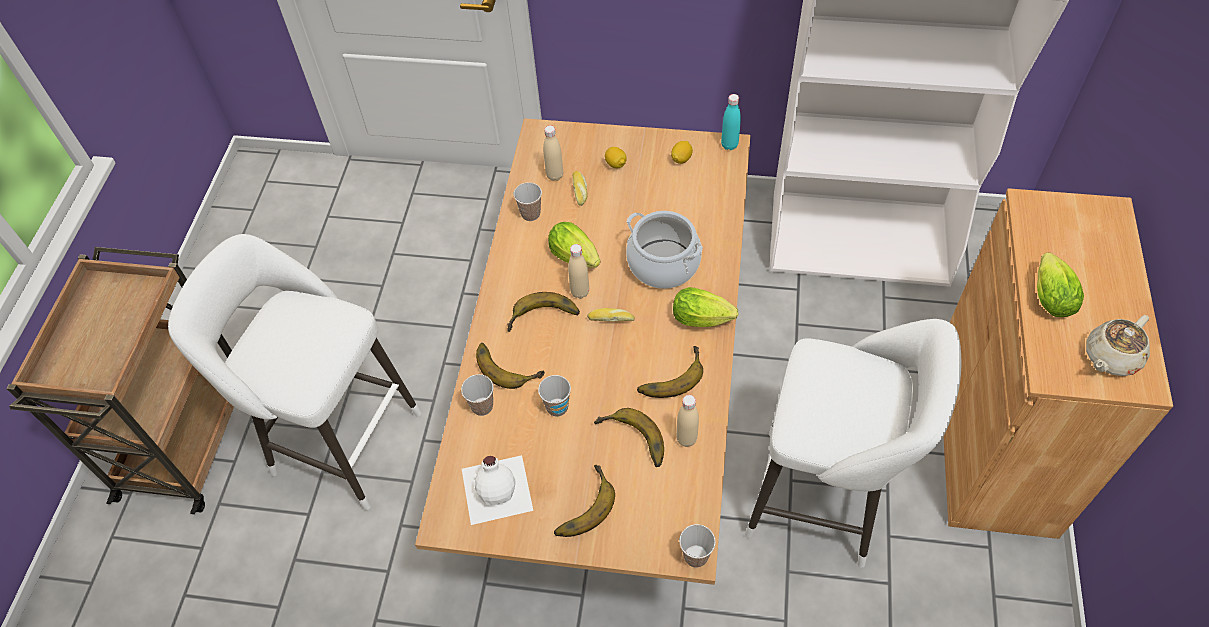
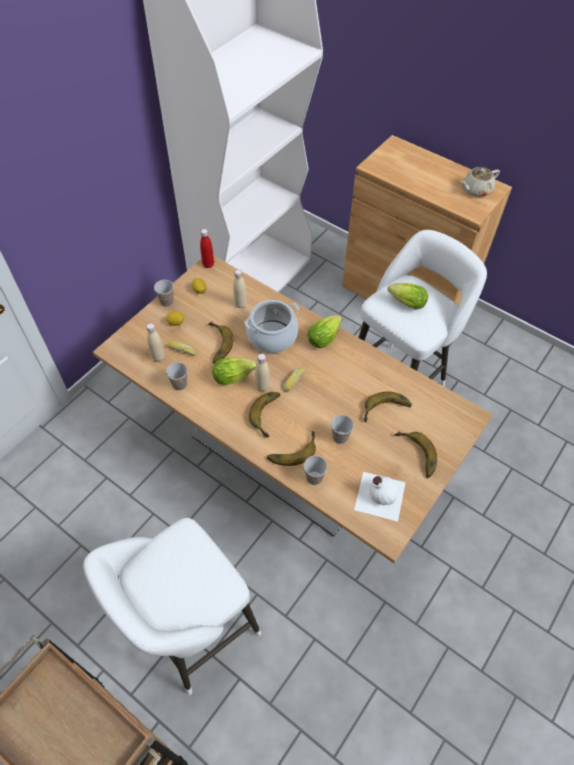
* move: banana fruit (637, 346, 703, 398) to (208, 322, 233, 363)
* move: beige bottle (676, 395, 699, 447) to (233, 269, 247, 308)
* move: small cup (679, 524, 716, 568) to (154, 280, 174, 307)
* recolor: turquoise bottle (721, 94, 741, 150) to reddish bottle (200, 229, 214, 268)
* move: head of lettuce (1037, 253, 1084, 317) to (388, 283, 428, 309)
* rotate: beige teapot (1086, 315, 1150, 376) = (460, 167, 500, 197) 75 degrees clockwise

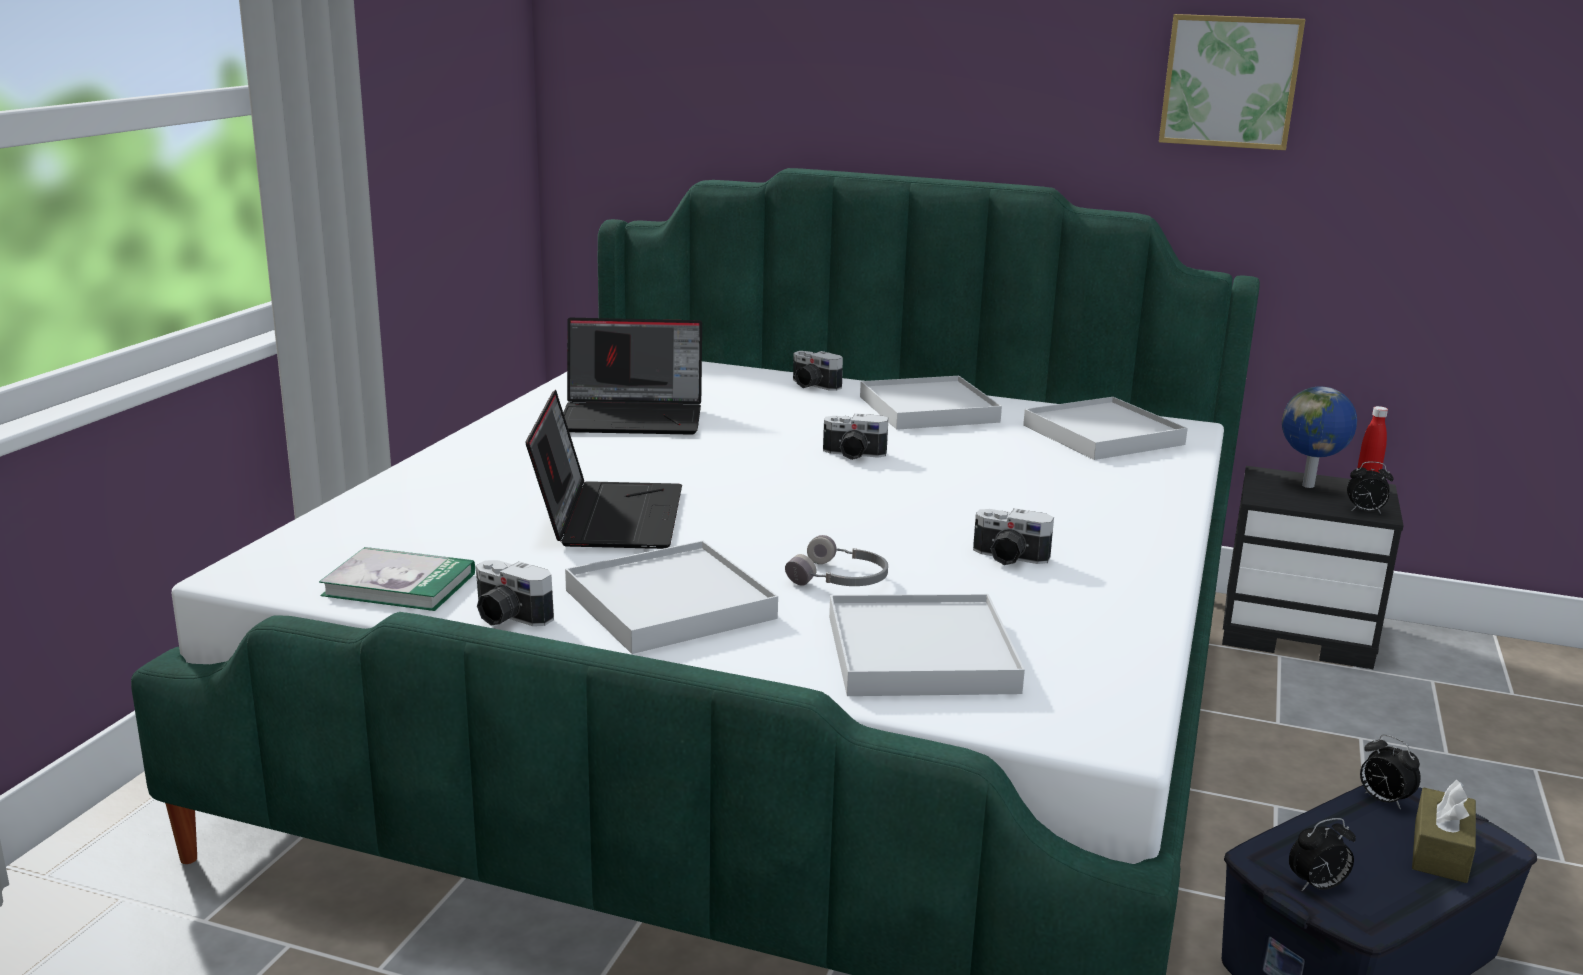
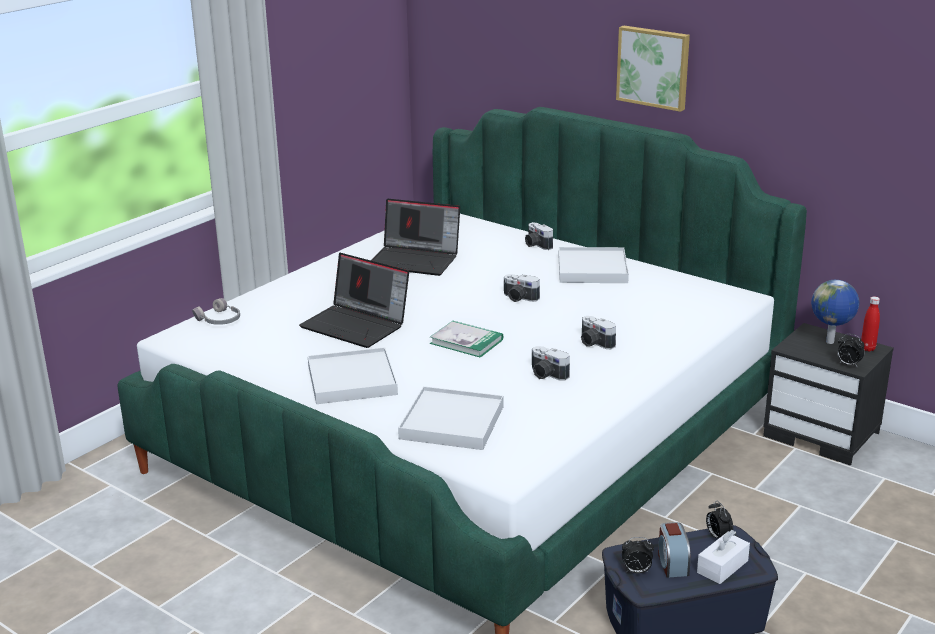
* move: book (319, 547, 475, 611) to (430, 321, 503, 358)
* move: photo camera (476, 560, 554, 626) to (581, 316, 616, 349)
* rotate: portable computer (525, 390, 682, 549) = (299, 253, 409, 348) 105 degrees clockwise
* move: greyish headphones (785, 535, 888, 586) to (192, 298, 240, 325)
* delete: white carrying tray (1023, 397, 1188, 460)
* move: wall picture (1159, 14, 1305, 150) to (616, 26, 690, 112)
* recolor: brown tissue holder (1412, 780, 1476, 883) to white tissue holder (697, 530, 750, 584)
* insert: bedside clock (658, 522, 691, 578)

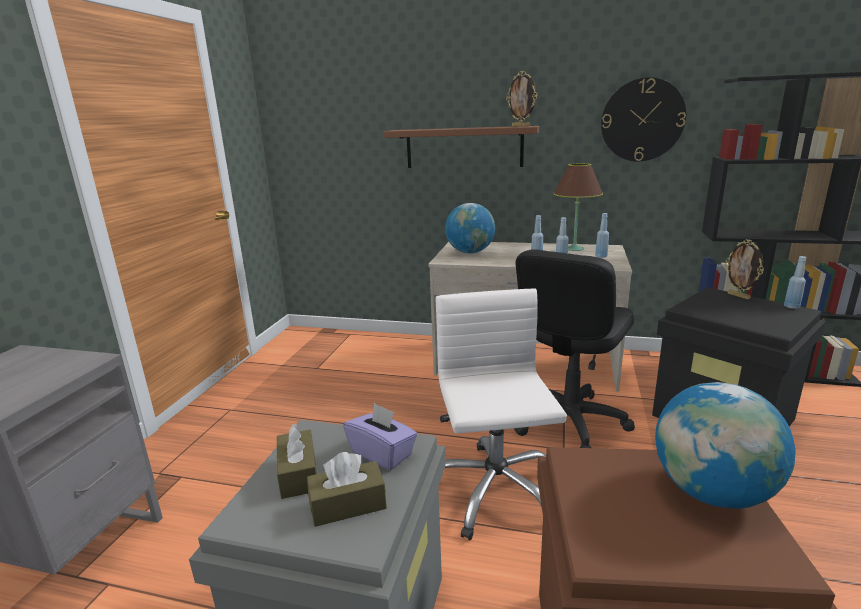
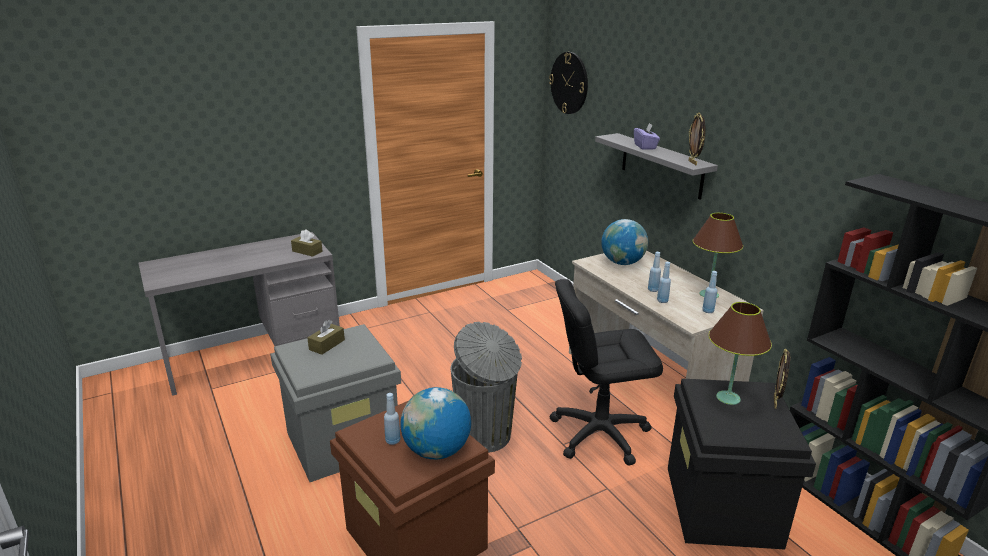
* move: brown tissue holder (307, 452, 387, 527) to (291, 229, 323, 257)
* move: purple-coloured tissue holder (343, 403, 417, 470) to (634, 123, 660, 150)
* recolor: brown shelf (383, 126, 539, 168) to greyish shelf (595, 133, 718, 199)
* replace: white desk chair (436, 289, 567, 540) to greyish rubbish bin (451, 322, 522, 453)
* move: clock on the wall (601, 77, 686, 161) to (549, 52, 588, 114)
* move: blue bottle (784, 256, 807, 309) to (384, 393, 400, 445)
* insert: brown table lamp (709, 302, 772, 405)

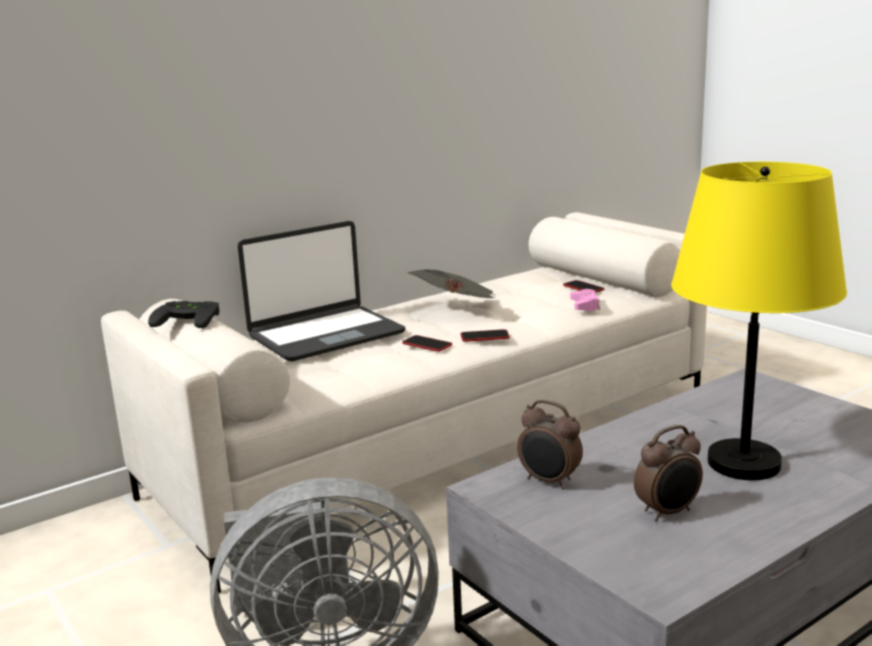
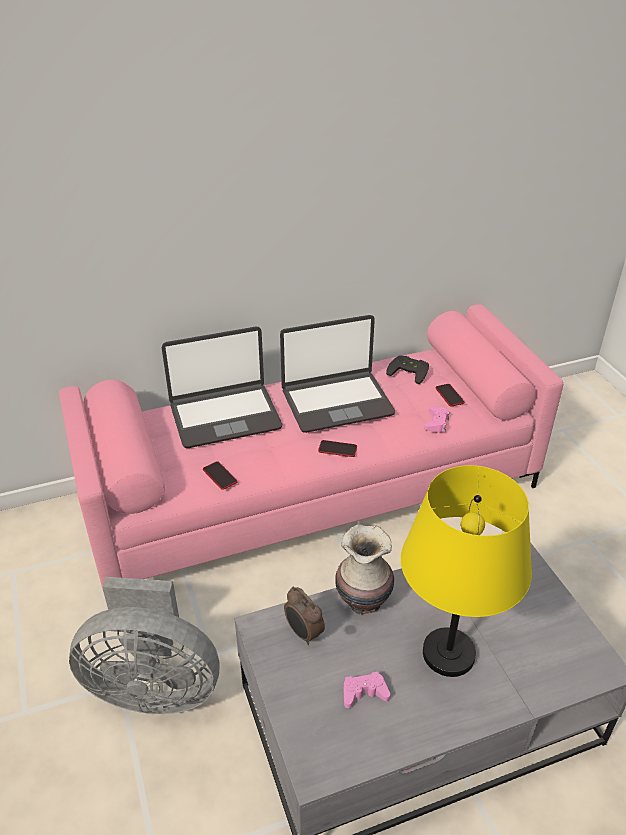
* recolor: white settee (101, 212, 707, 593) to pinkish settee (59, 304, 563, 586)
* move: blackish gamepad (148, 301, 220, 328) to (386, 355, 429, 384)
* move: handset (402, 335, 452, 352) to (203, 461, 238, 490)
* replace: daily paper (407, 269, 496, 298) to portable computer (280, 315, 395, 433)
* replace: bedside clock (634, 425, 703, 522) to pinkish gamepad (343, 672, 390, 708)
* insert: flower vase (335, 524, 394, 615)

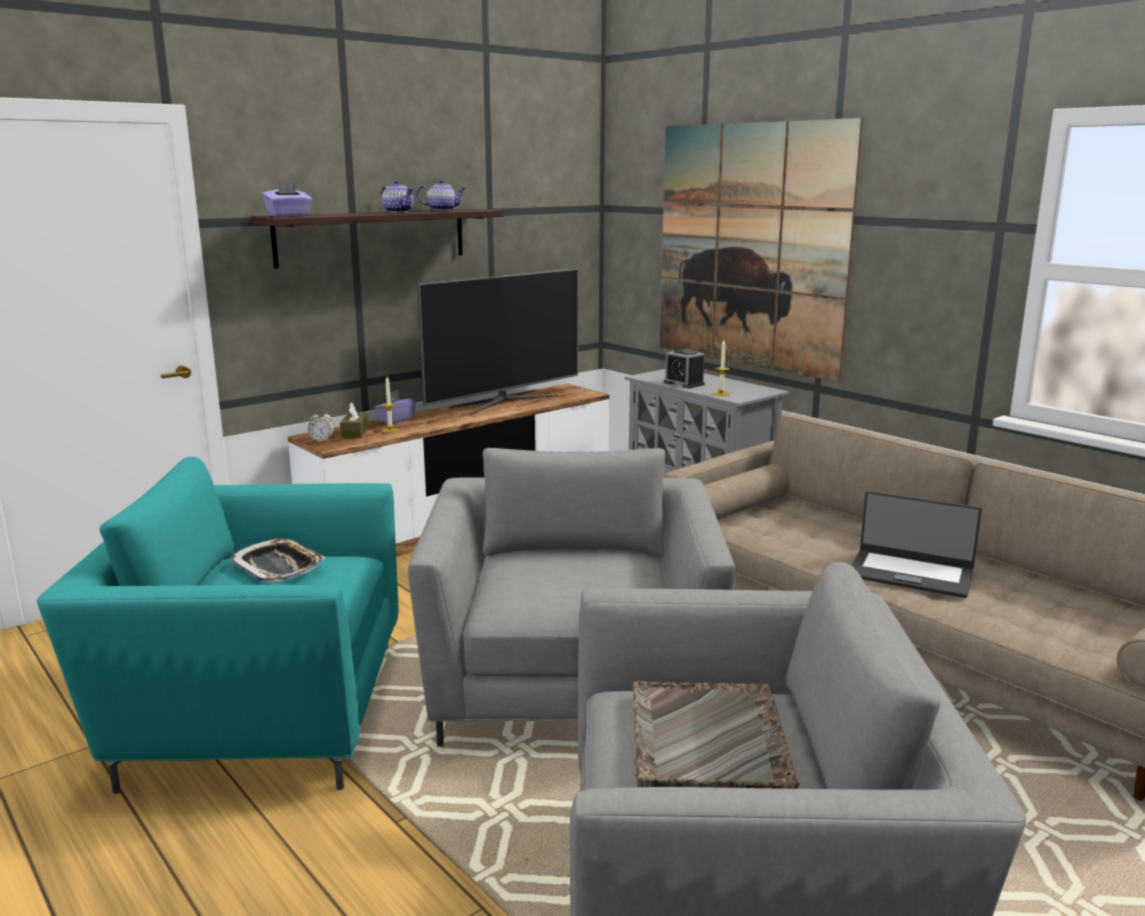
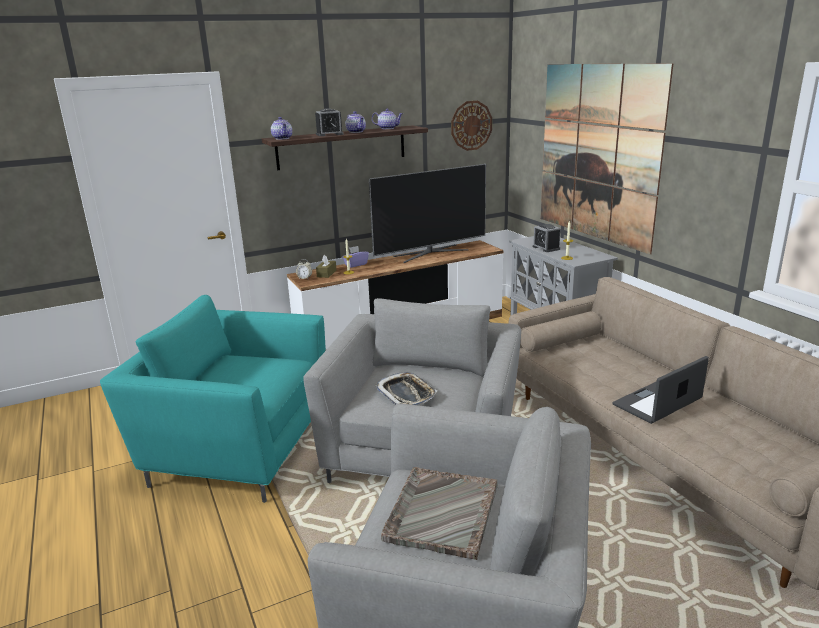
* move: carrying tray (229, 538, 325, 583) to (375, 372, 437, 405)
* replace: purple-coloured tissue holder (262, 182, 312, 217) to teapot (271, 117, 292, 140)
* rotate: portable computer (852, 491, 982, 598) = (613, 356, 709, 424) 105 degrees clockwise
* insert: bedside clock (315, 108, 344, 136)
* insert: clock on the wall (451, 100, 492, 151)

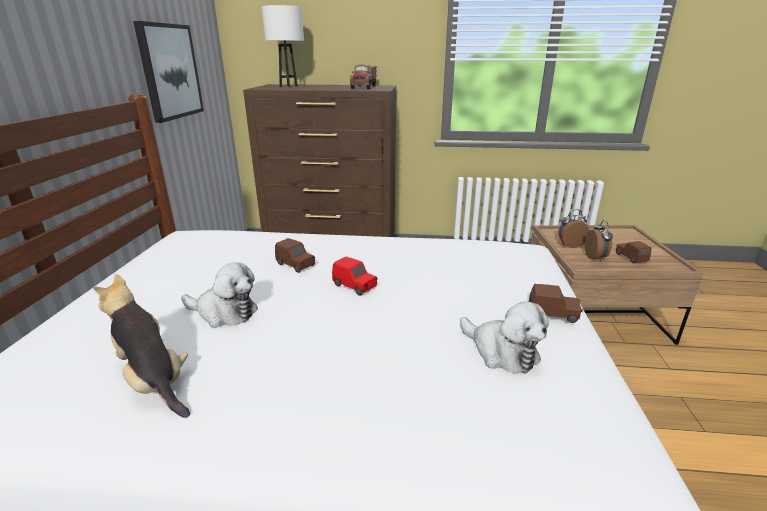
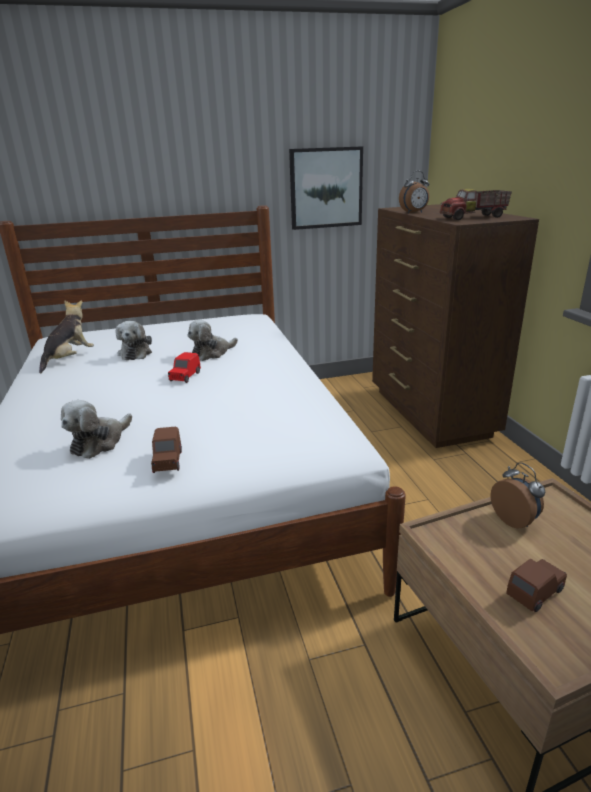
* delete: white table lamp (262, 5, 304, 87)
* replace: brown model car (275, 238, 315, 273) to soft toy (188, 320, 238, 361)
* move: bedside clock (585, 220, 613, 261) to (399, 171, 429, 213)

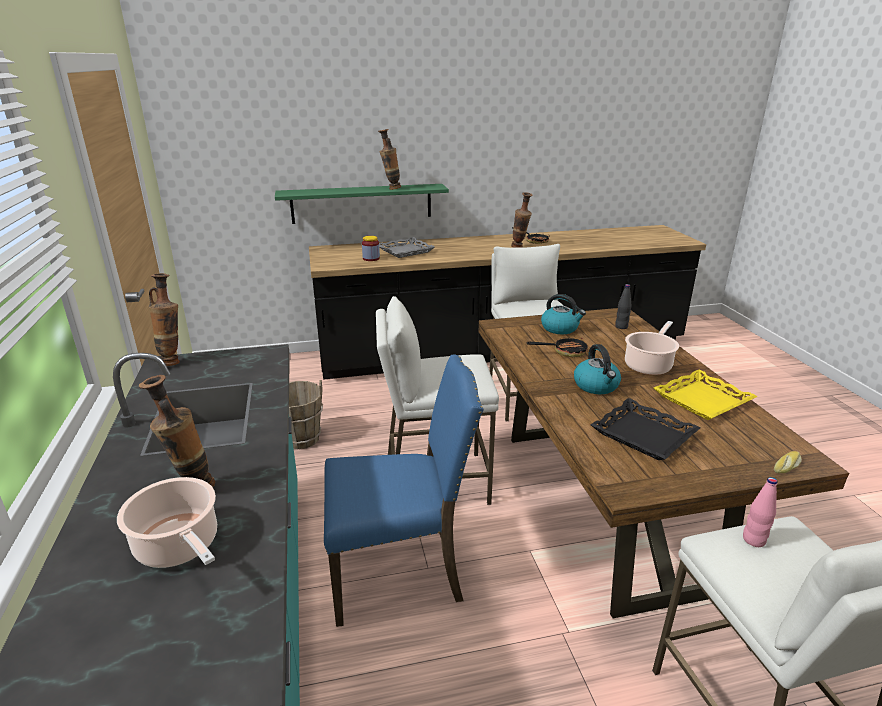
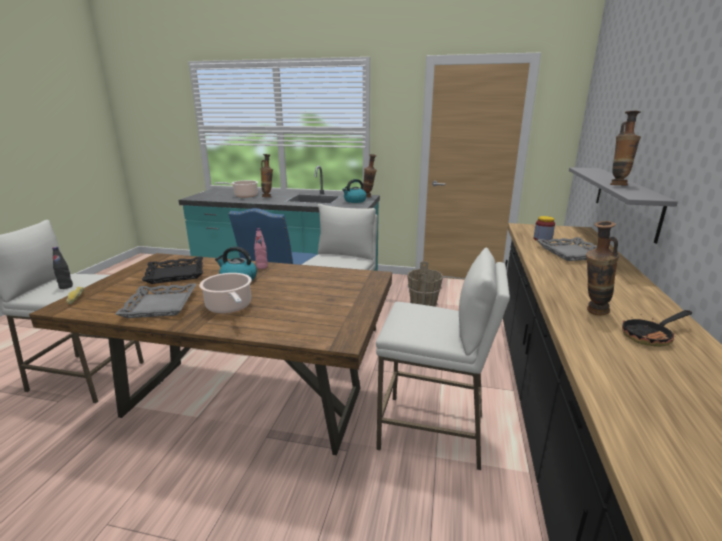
* recolor: green-coloured shelf (275, 184, 449, 224) to greyish shelf (569, 167, 678, 244)
* delete: skillet (527, 337, 588, 357)
* move: water kettle (541, 294, 586, 334) to (342, 179, 367, 203)
* move: blackish bottle (615, 284, 632, 329) to (52, 247, 73, 289)
* recolor: yellow carrying tray (654, 370, 757, 420) to greyish carrying tray (115, 283, 197, 318)
* move: pinkish bottle (743, 477, 778, 547) to (254, 228, 268, 269)

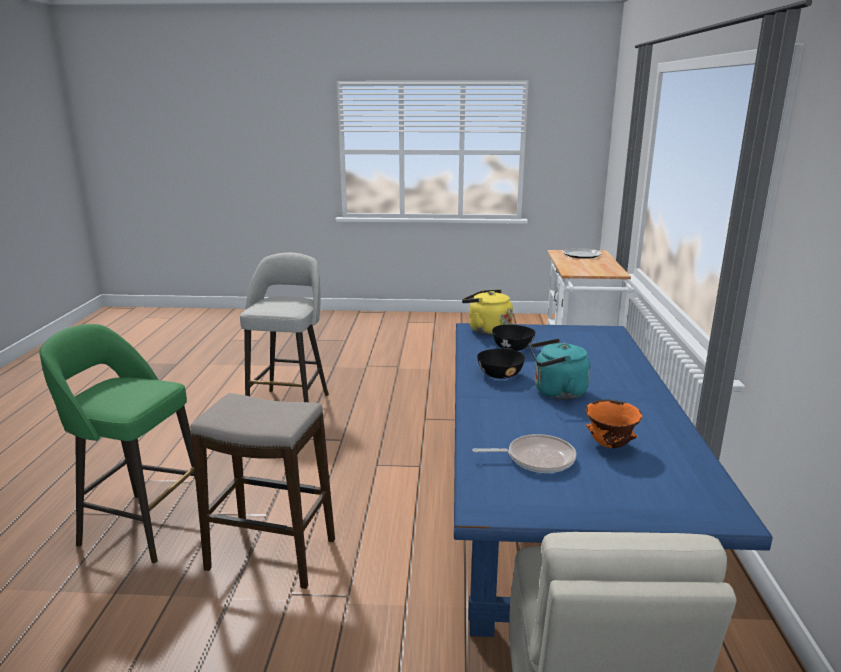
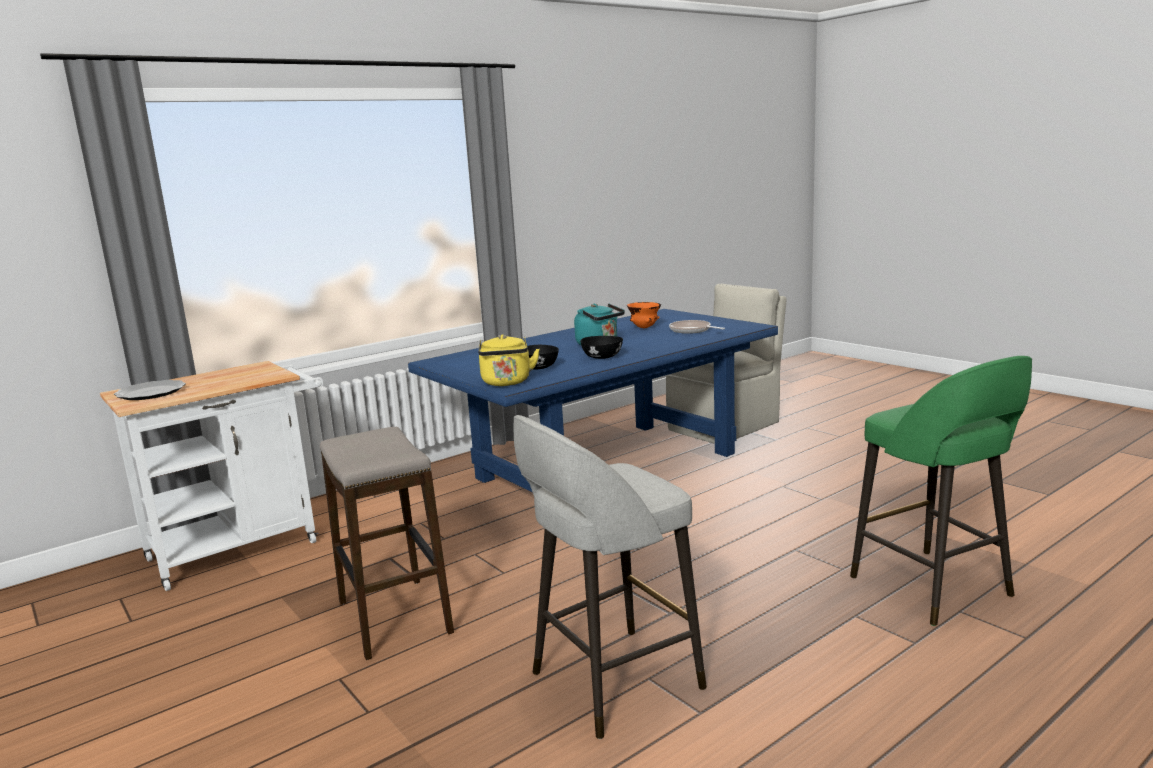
* move: sitting stool (191, 393, 335, 589) to (320, 426, 454, 660)

